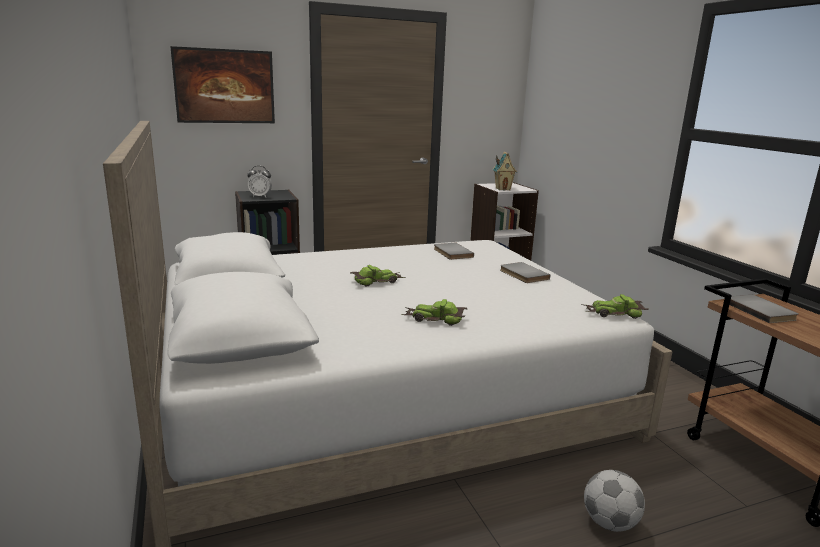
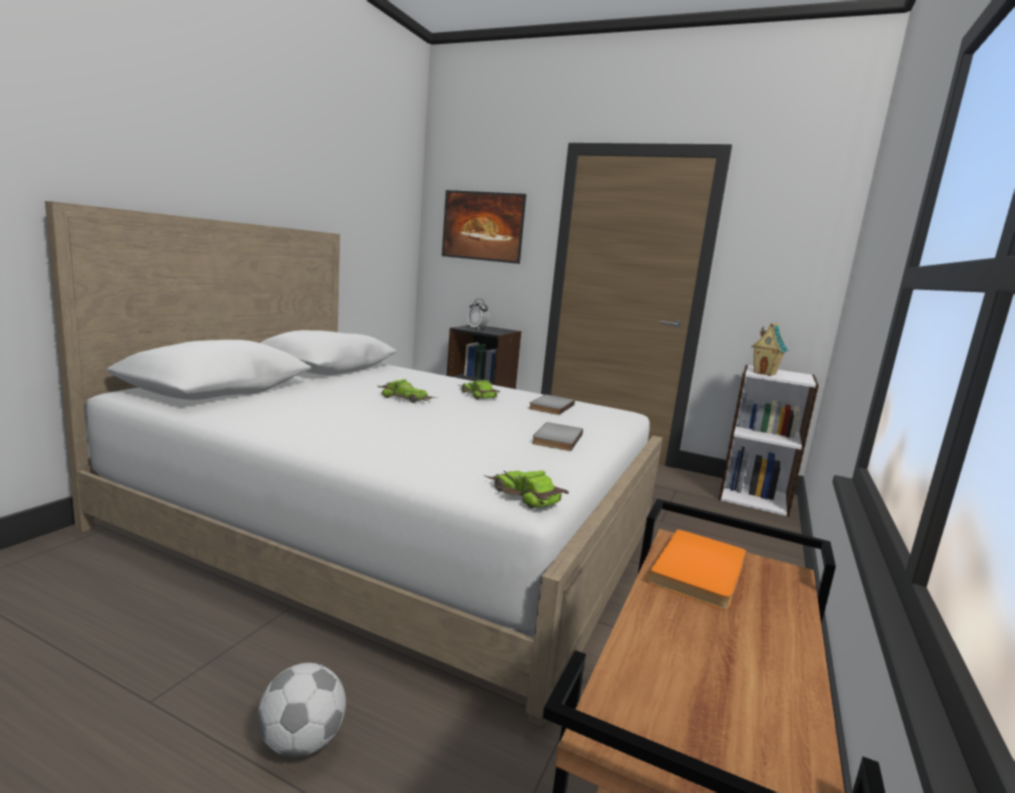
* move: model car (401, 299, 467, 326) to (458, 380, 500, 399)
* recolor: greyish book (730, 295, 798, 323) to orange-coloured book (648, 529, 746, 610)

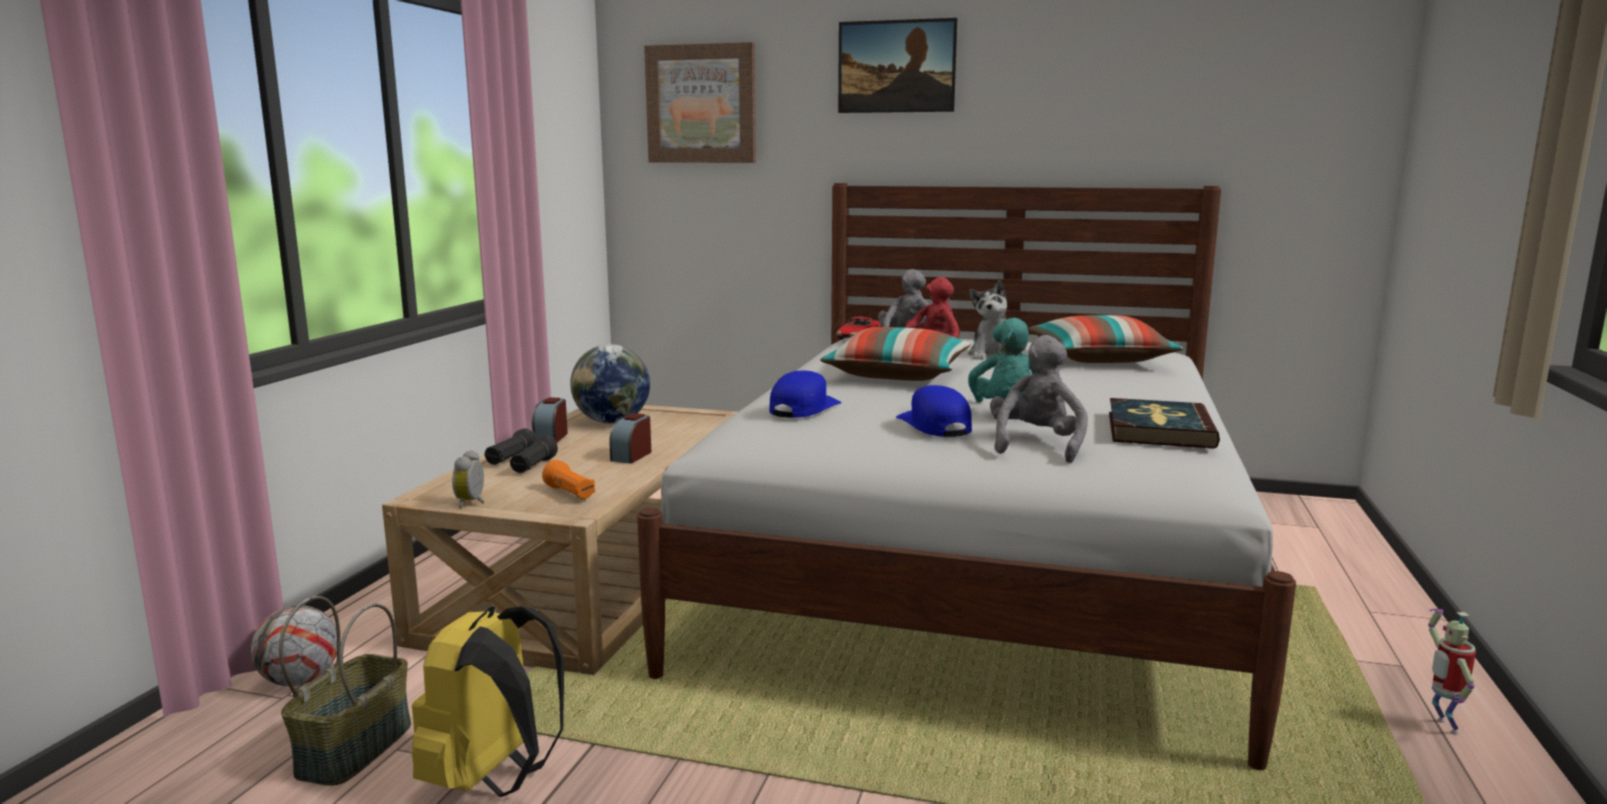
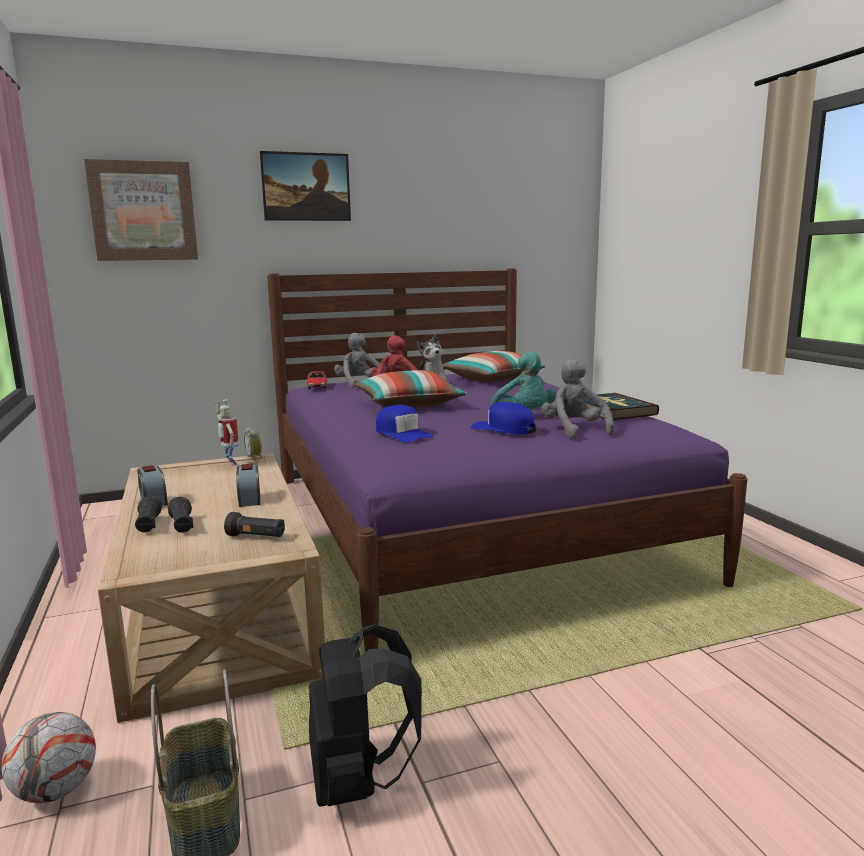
* recolor: yellow rucksack (412, 606, 564, 797) to blackish rucksack (309, 624, 422, 806)
* move: bedside clock (452, 450, 484, 508) to (244, 427, 262, 461)
* recolor: orange-coloured flashlight (542, 460, 595, 499) to blackish flashlight (224, 512, 285, 537)
* delete: globe (570, 344, 650, 424)
* recolor: white sleeping bed (637, 183, 1296, 770) to purple-coloured sleeping bed (267, 268, 748, 652)
* rotate: blue peaked cap (769, 371, 842, 418) = (376, 405, 433, 443) 150 degrees clockwise
* move: model robot (1428, 609, 1476, 735) to (216, 399, 239, 468)

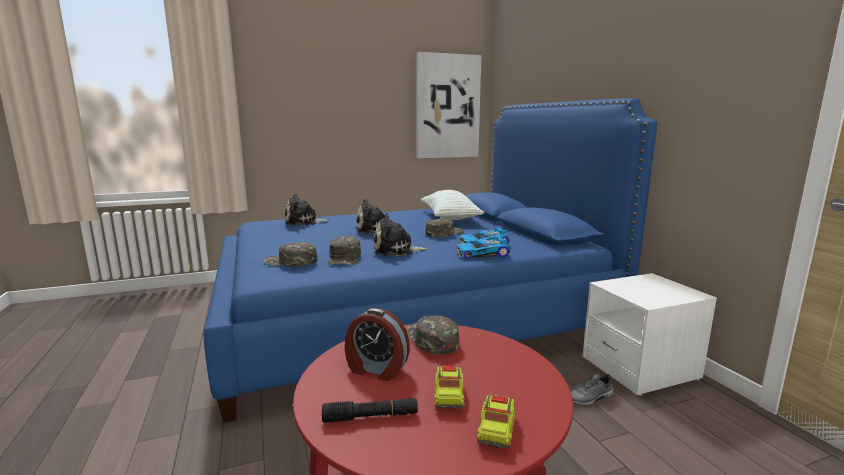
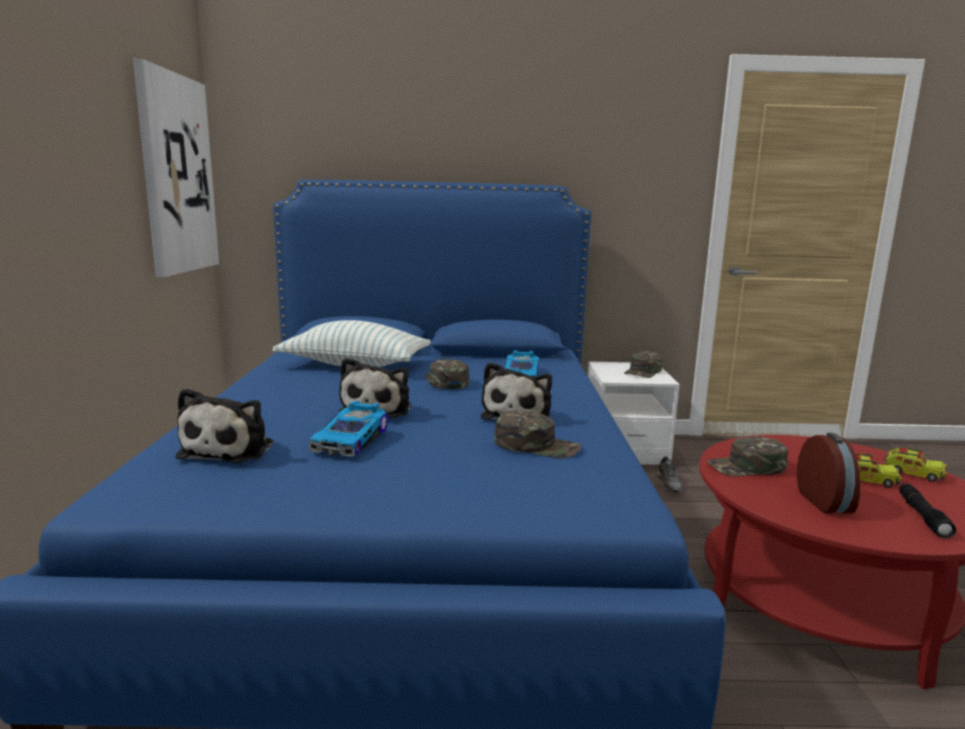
* move: green-coloured peaked cap (264, 242, 317, 266) to (624, 351, 662, 378)
* rotate: bedside clock (345, 308, 410, 381) = (797, 433, 860, 514) 45 degrees counterclockwise
* move: model car (457, 236, 510, 258) to (308, 401, 388, 457)

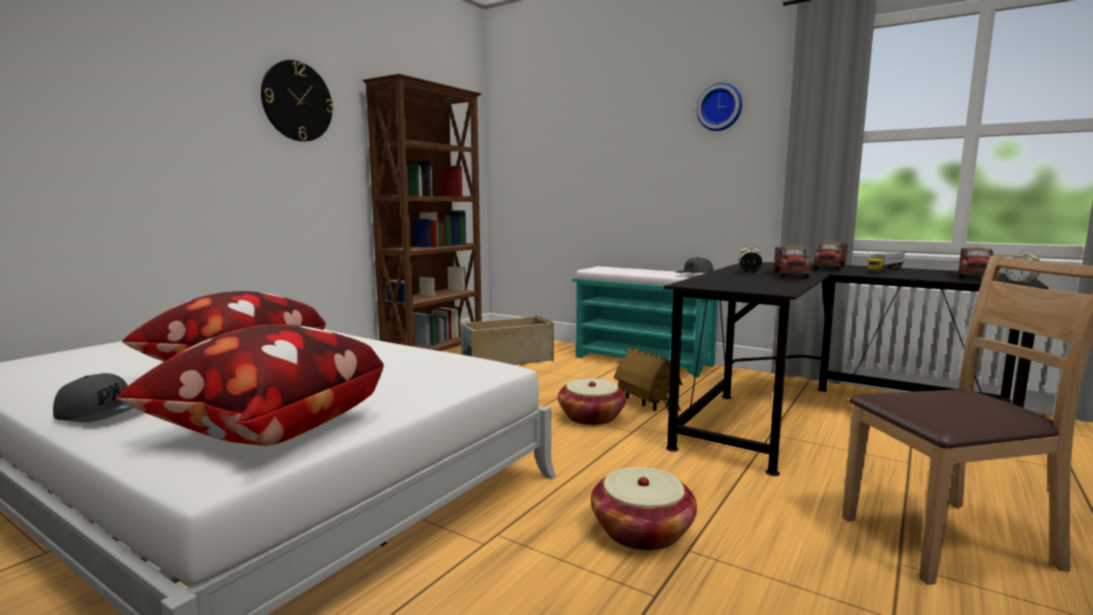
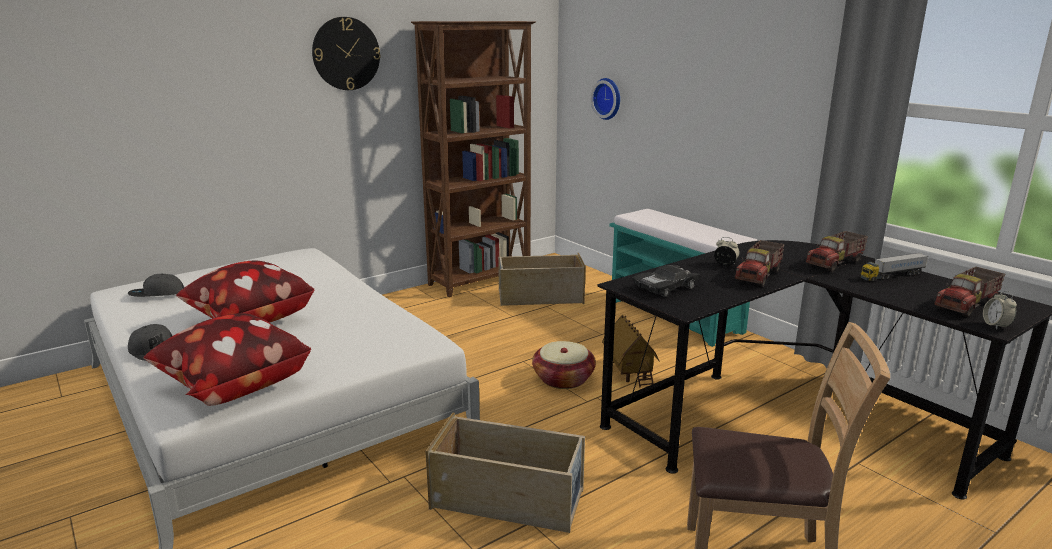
* replace: storage basket (591, 467, 697, 551) to beige storage container (425, 413, 585, 533)
* move: greyish peaked cap (677, 257, 714, 273) to (128, 274, 184, 297)
* move: clock on the wall (697, 83, 742, 131) to (591, 78, 620, 120)
* insert: blackish model car (632, 265, 701, 297)

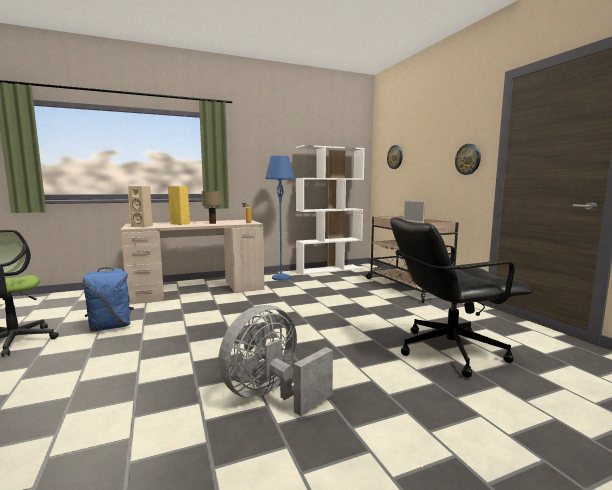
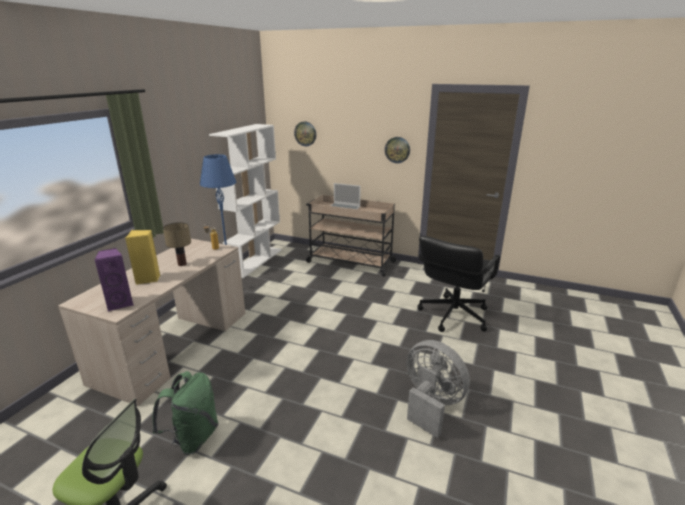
* recolor: blue rucksack (83, 267, 134, 331) to green-coloured rucksack (152, 371, 219, 455)
* recolor: beige audio speaker (128, 186, 153, 228) to purple-coloured audio speaker (94, 248, 134, 311)
* rotate: greyish fan (218, 305, 333, 416) = (407, 340, 470, 438) 135 degrees clockwise

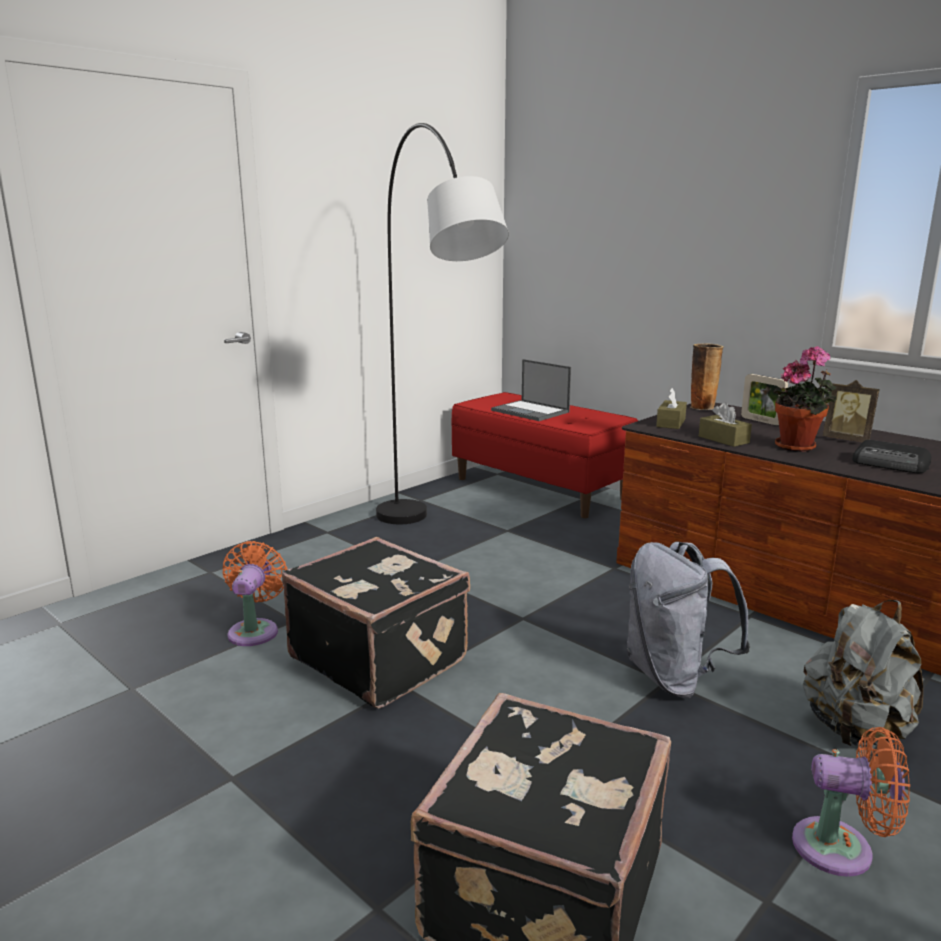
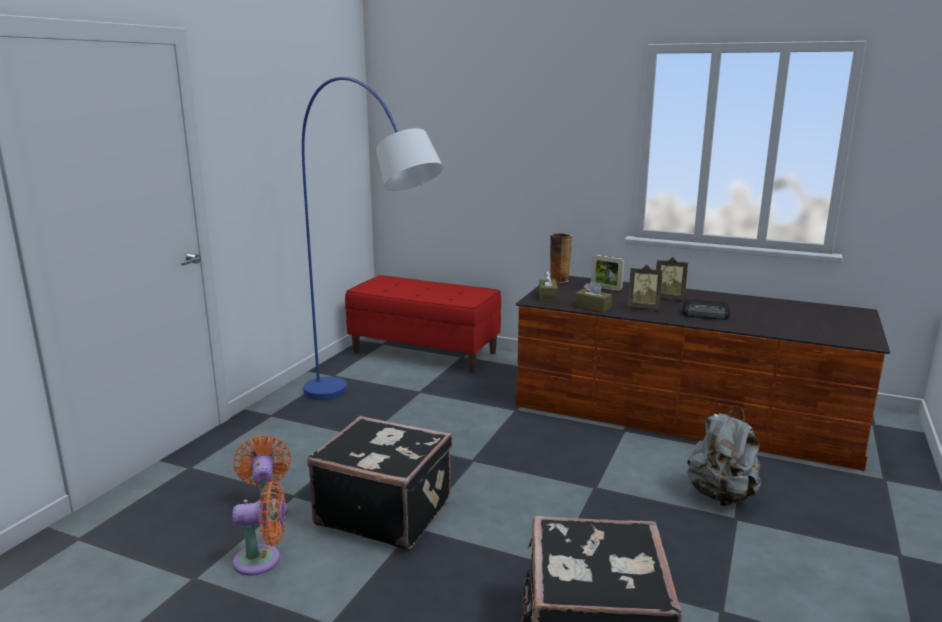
* recolor: blackish standing lamp (376, 123, 509, 524) to blue standing lamp (302, 77, 443, 400)
* delete: portable computer (491, 359, 571, 421)
* delete: greyish rucksack (627, 542, 750, 698)
* replace: houseplant (774, 346, 837, 452) to standing frame (628, 265, 663, 309)
* move: orange-coloured fan (792, 727, 910, 877) to (232, 481, 286, 576)

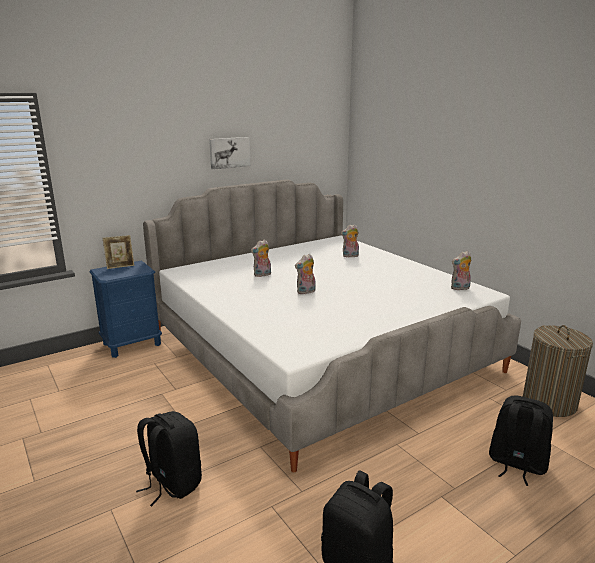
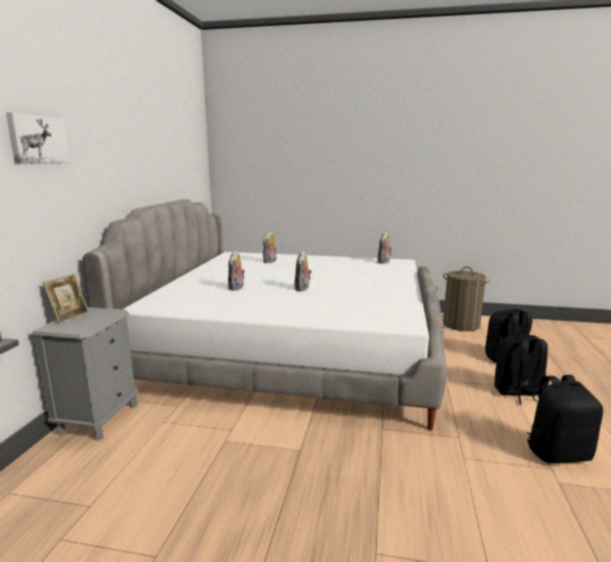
* recolor: blue night table (89, 260, 162, 358) to greyish night table (32, 307, 138, 441)
* move: blackish rucksack (136, 411, 202, 506) to (494, 335, 548, 405)
* move: wall picture (209, 137, 250, 170) to (6, 112, 70, 164)

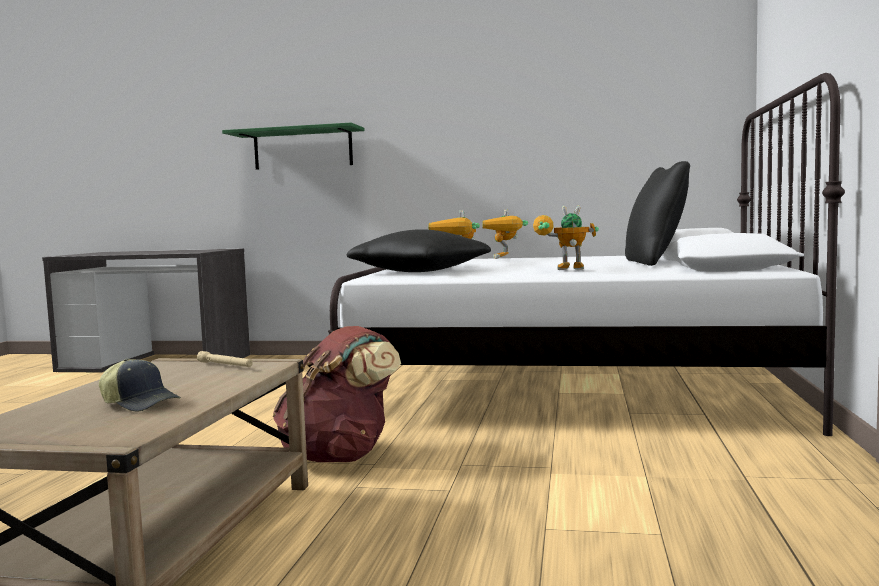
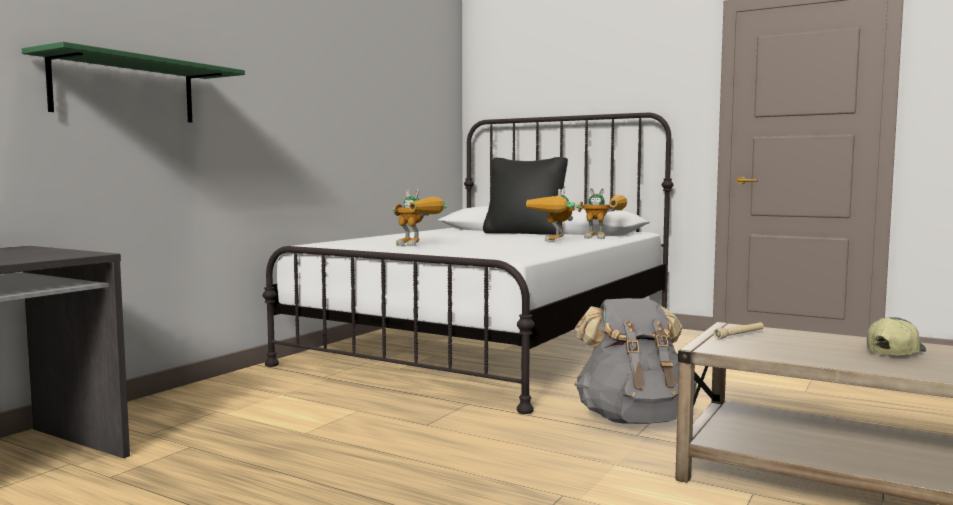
* recolor: brown rucksack (273, 326, 401, 462) to greyish rucksack (574, 298, 697, 424)
* delete: blackish throw pillow (347, 229, 491, 272)
* move: model robot (482, 210, 528, 259) to (576, 188, 627, 239)

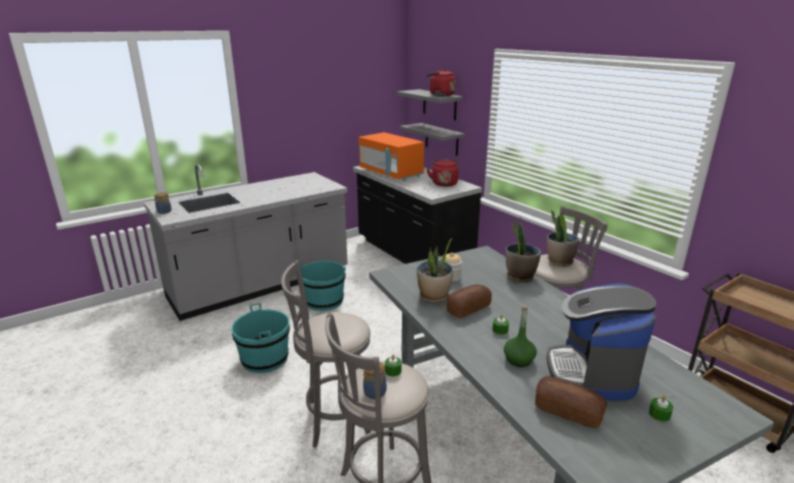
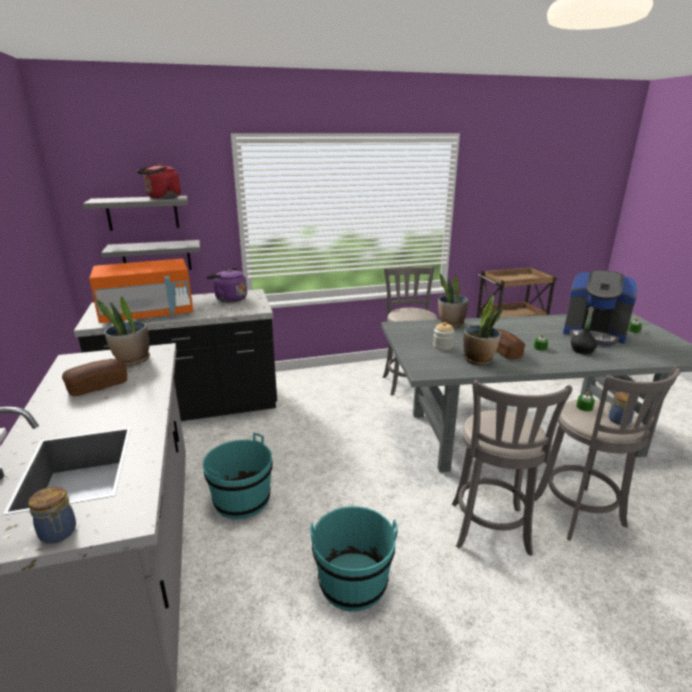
* recolor: reddish water kettle (427, 159, 459, 187) to purple-coloured water kettle (206, 268, 247, 303)
* recolor: green-coloured bottle (504, 306, 537, 367) to blackish bottle (571, 307, 597, 354)
* move: bakery bread (535, 376, 607, 428) to (62, 359, 127, 396)
* move: houseplant (547, 210, 579, 266) to (97, 296, 150, 366)

